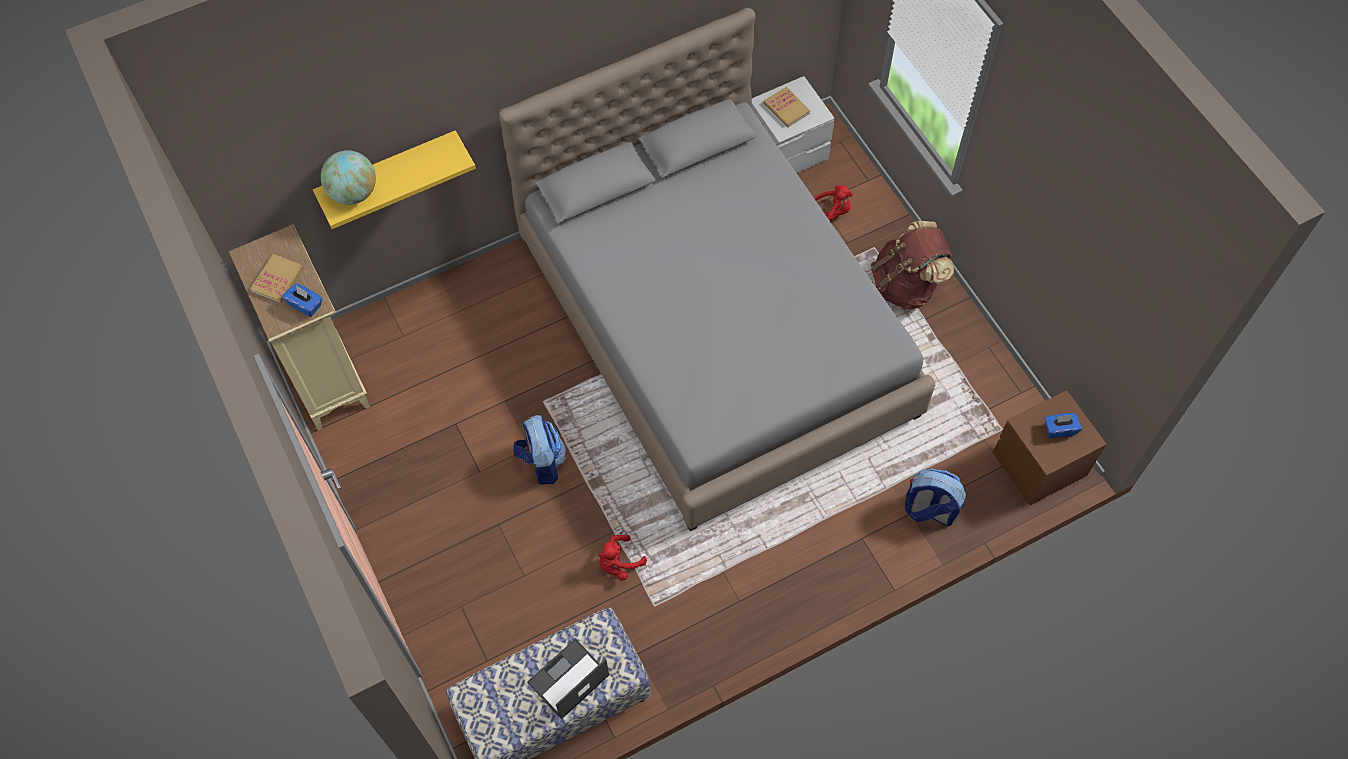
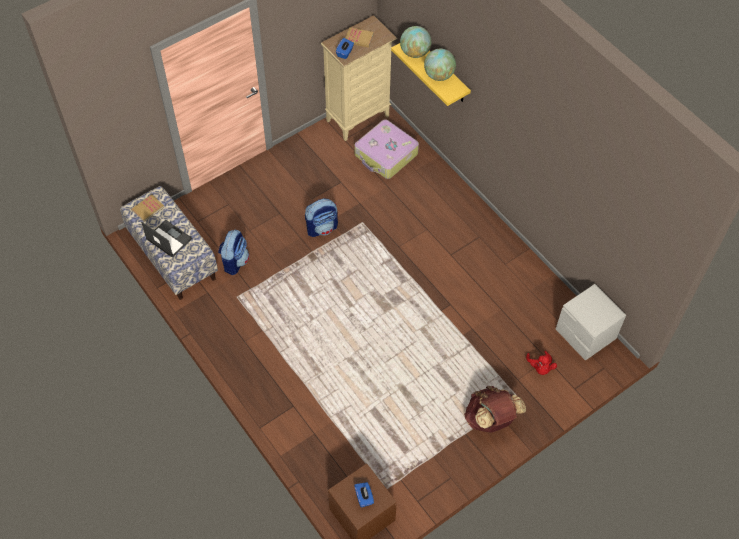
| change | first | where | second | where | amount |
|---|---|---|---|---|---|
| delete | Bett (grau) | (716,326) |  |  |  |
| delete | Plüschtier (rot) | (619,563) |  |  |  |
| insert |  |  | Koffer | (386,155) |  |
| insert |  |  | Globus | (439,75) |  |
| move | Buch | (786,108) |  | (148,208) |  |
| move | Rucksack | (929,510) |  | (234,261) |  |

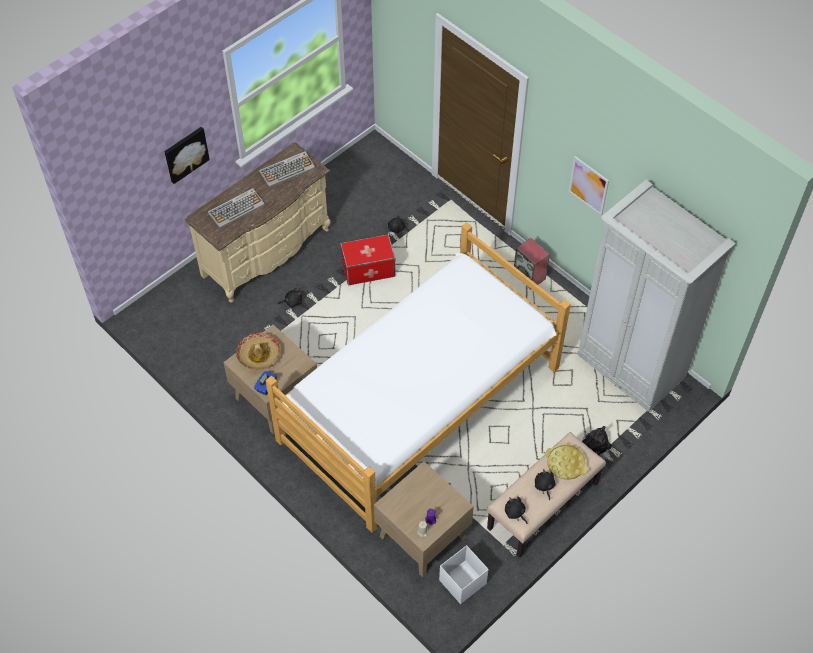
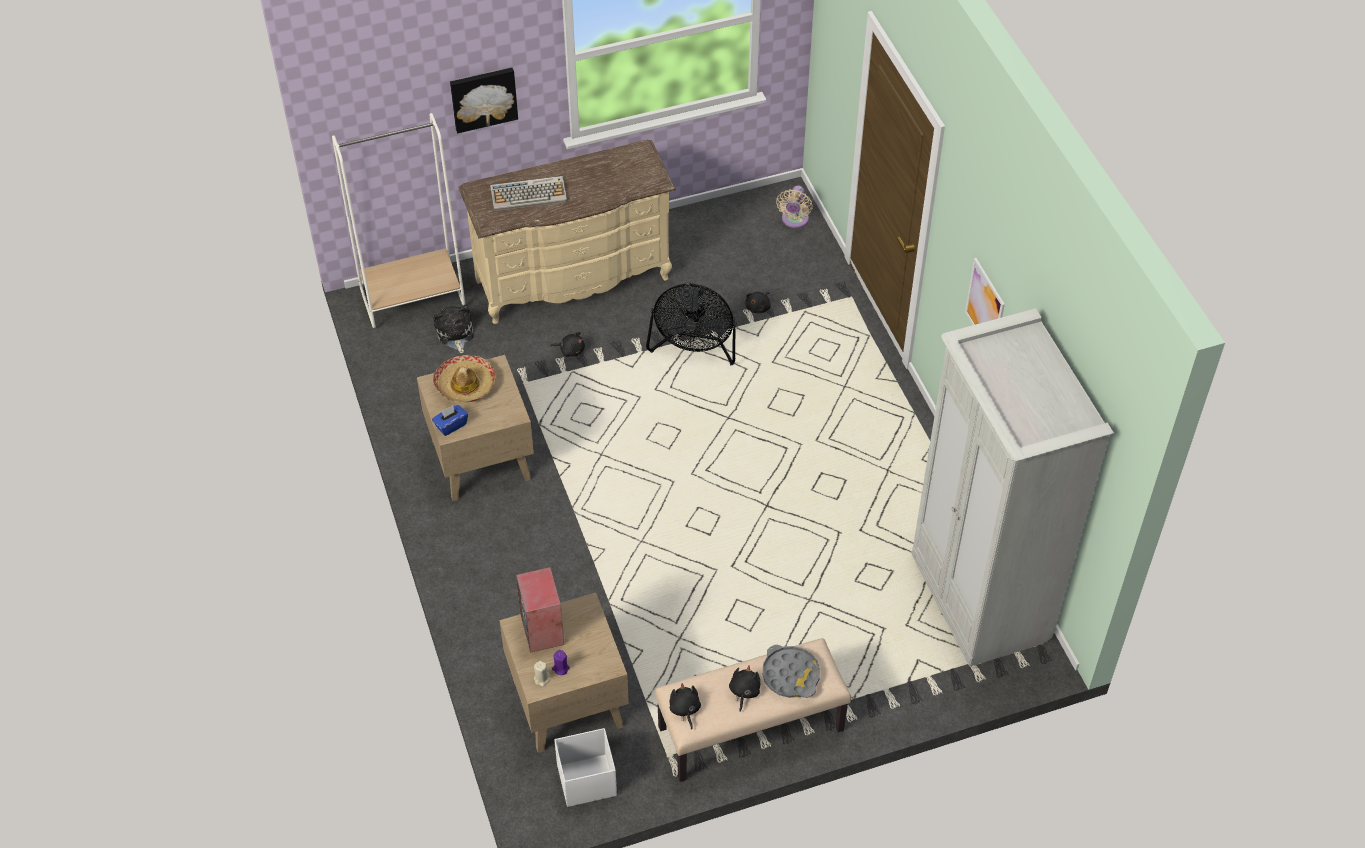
| change | first | where | second | where | amount |
|---|---|---|---|---|---|
| delete | Tastatur | (287,169) |  |  |  |
| delete | Bett | (419,403) |  |  |  |
| insert |  |  | Kleiderständer | (413,298) |  |
| insert |  |  | Ventilator (beige) | (794,221) |  |
| move | Lautsprecher | (530,276) |  | (543,630) |  |
| move | Plüschtier | (596,447) |  | (454,334) |  |
| replace | Aufbewahrungsbox | (368,269) | Ventilator (schwarz) | (691,345) |  |
| recolor | Tablett (gelb) | (566,463) | Tablett (grau) | (790,675) |  |

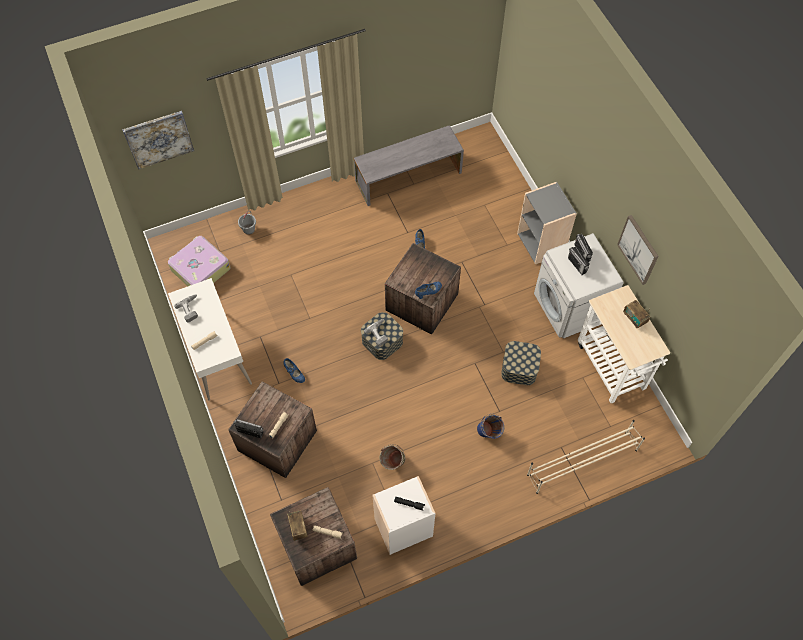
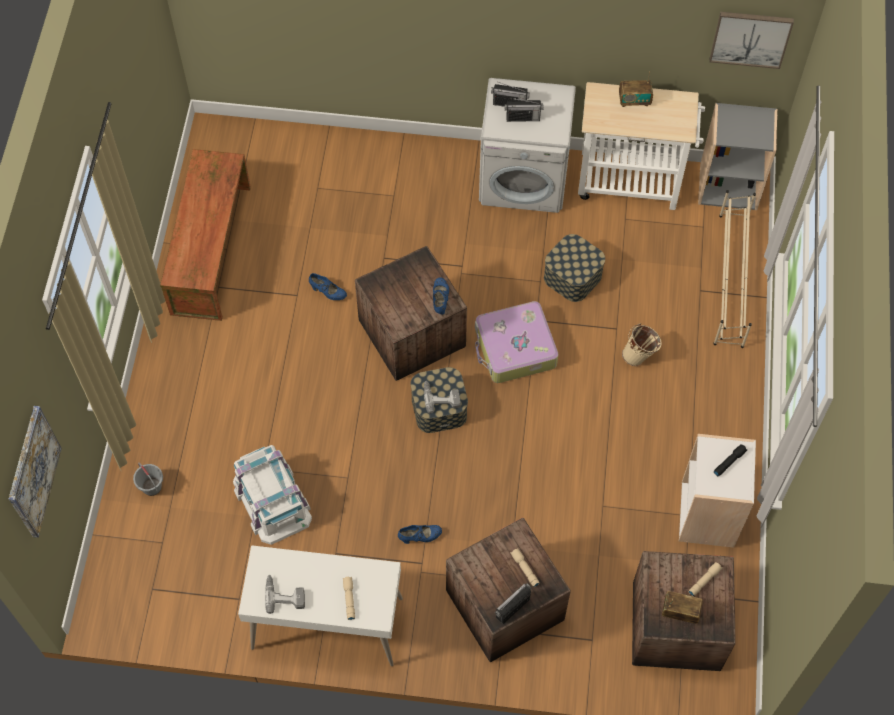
| change | first | where | second | where | amount |
|---|---|---|---|---|---|
| delete | Eimer (grün) | (392,464) |  |  |  |
| insert |  |  | Aufbewahrungsbox (weiß) | (273,500) |  |
| move | Koffer | (200,269) |  | (514,349) |  |
| move | Bücherregal (grau) | (541,243) |  | (729,186) |  |
| move | Bild | (638,249) |  | (750,38) |  |
| recolor | Bank (grau) | (408,176) | Bank (braun) | (210,248) |  |
| recolor | Eimer (blau) | (489,434) | Eimer (beige) | (639,356) |  |

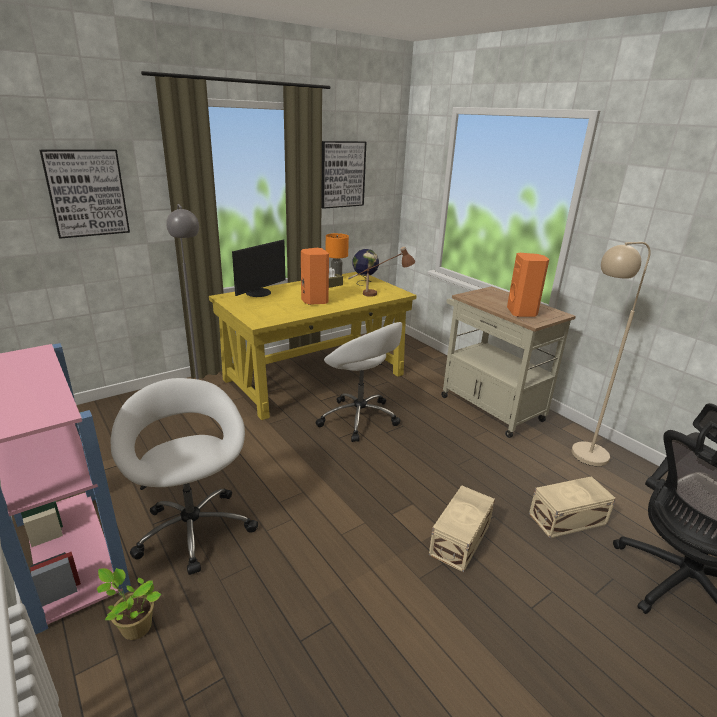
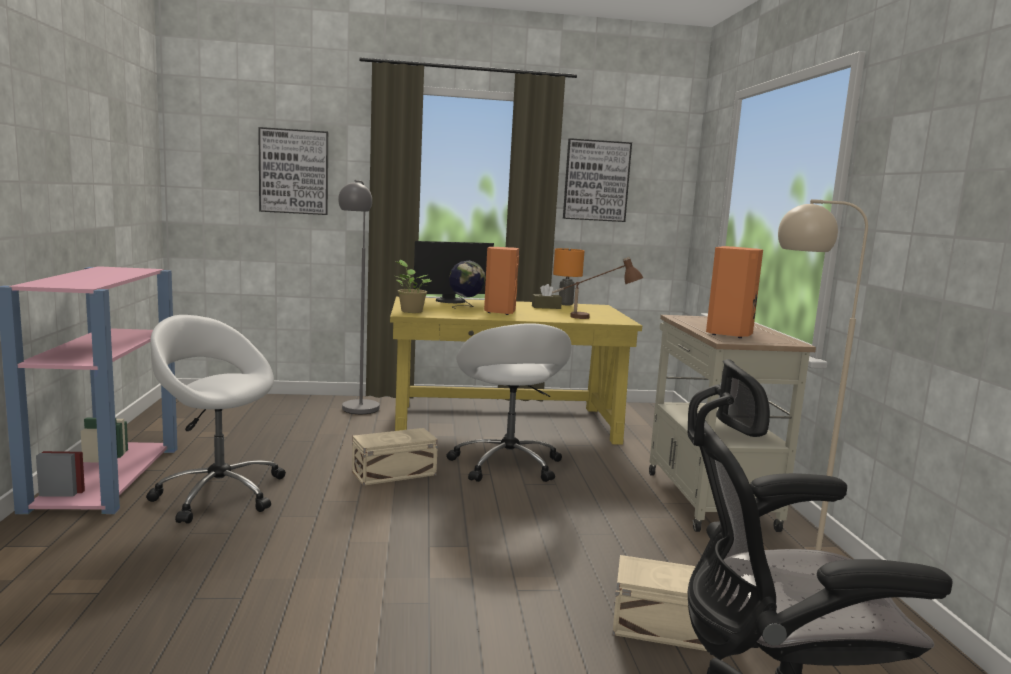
| change | first | where | second | where | amount |
|---|---|---|---|---|---|
| move | Topfpflanze | (134,626) |  | (410,311) |  |
| move | Globus | (364,282) |  | (466,307) |  |
| move | Aufbewahrungsbox (beige) | (461,539) |  | (395,473) |  |
| rotate | Bürostuhl (weiß) | (194,529) |  | (218,494) | 75 degrees counterclockwise |

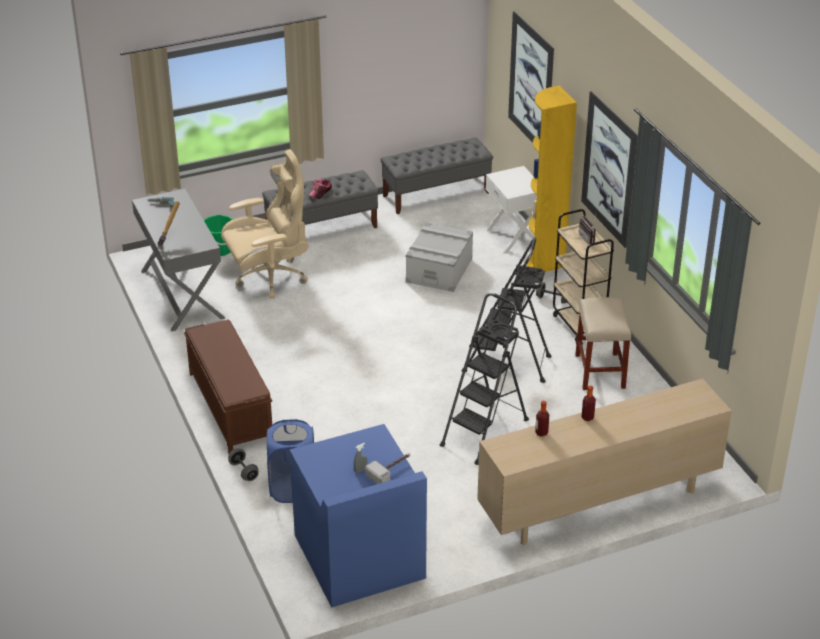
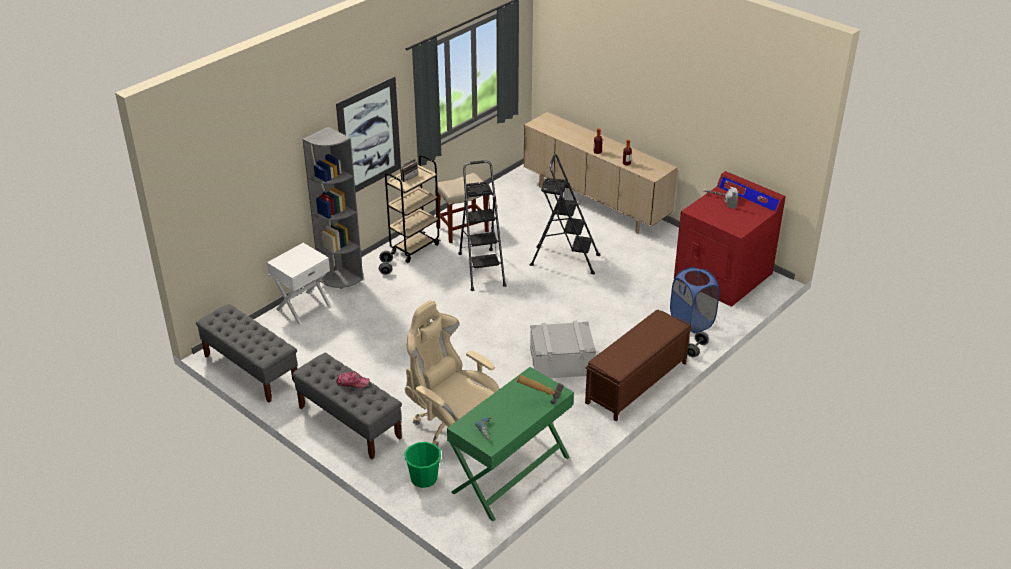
| change | first | where | second | where | amount |
|---|---|---|---|---|---|
| delete | Bild | (530,84) |  |  |  |
| move | Aufbewahrungsbox (grau) | (439,270) |  | (561,361) |  |
| recolor | Schreibtisch (grau) | (181,294) | Schreibtisch (grün) | (511,474) |  |
| recolor | Waschmaschine (blau) | (358,556) | Waschmaschine (rot) | (723,276) |  |
| recolor | Bücherregal (gelb) | (542,266) | Bücherregal (grau) | (341,283) |  |

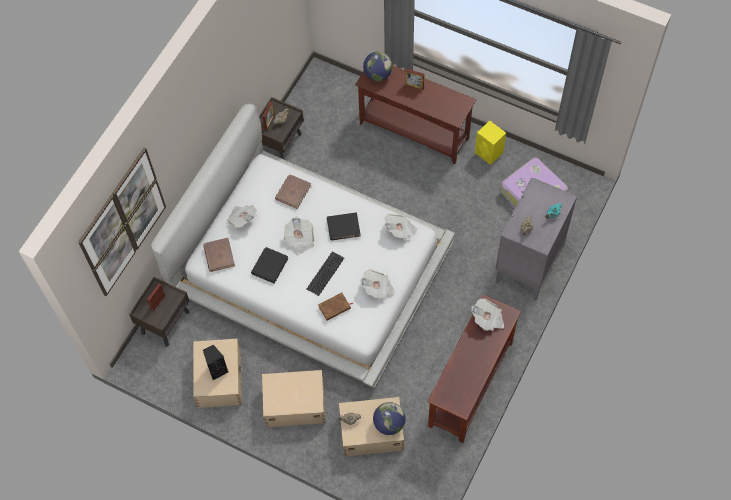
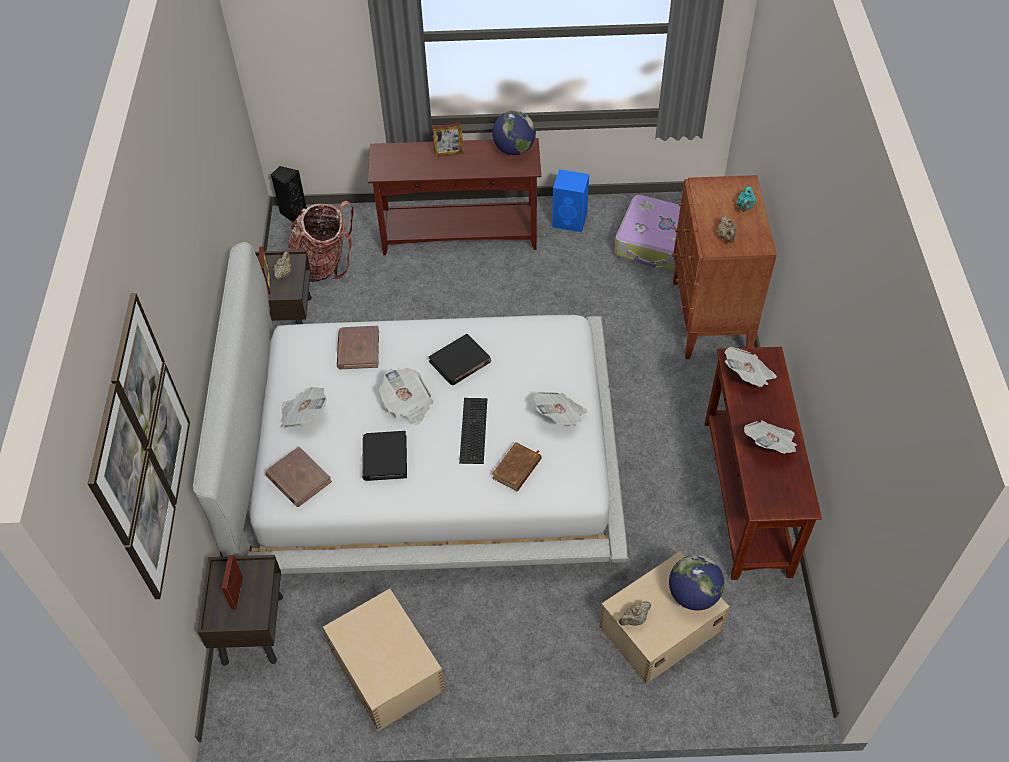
| change | first | where | second | where | amount |
|---|---|---|---|---|---|
| delete | Aufbewahrungsbox (beige) | (294,403) |  |  |  |
| insert |  |  | Rucksack | (323,264) |  |
| move | Lautsprecher (schwarz) | (217,370) |  | (293,213) |  |
| move | Globus | (377,75) |  | (514,149) |  |
| move | Zeitung | (400,230) |  | (770,445) |  |
| recolor | Lautsprecher (gelb) | (489,153) | Lautsprecher (blau) | (570,220) |  |
| recolor | Kommode (grau) | (528,263) | Kommode (braun) | (708,319) |  |

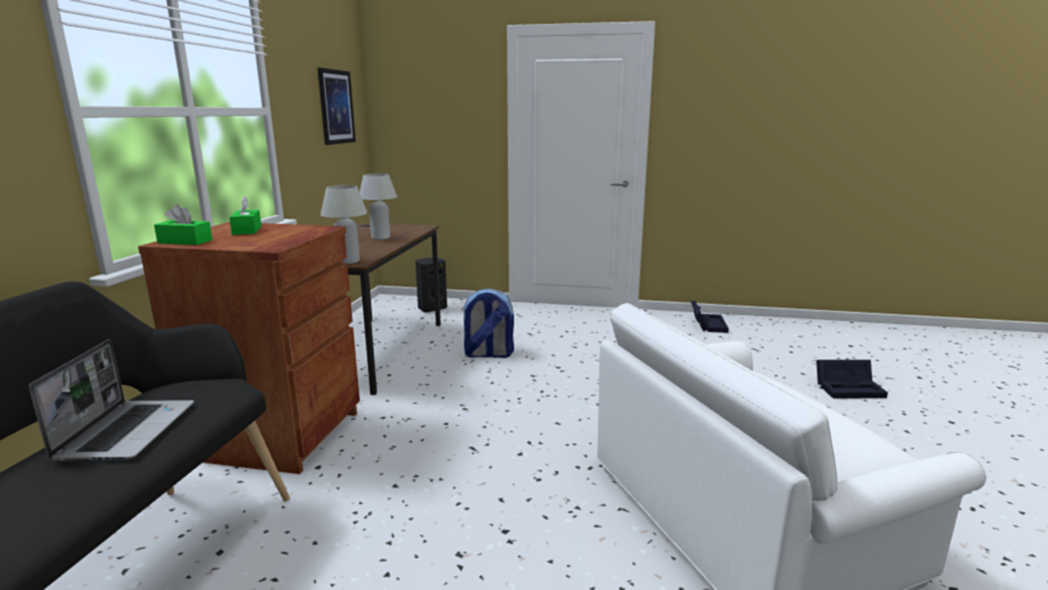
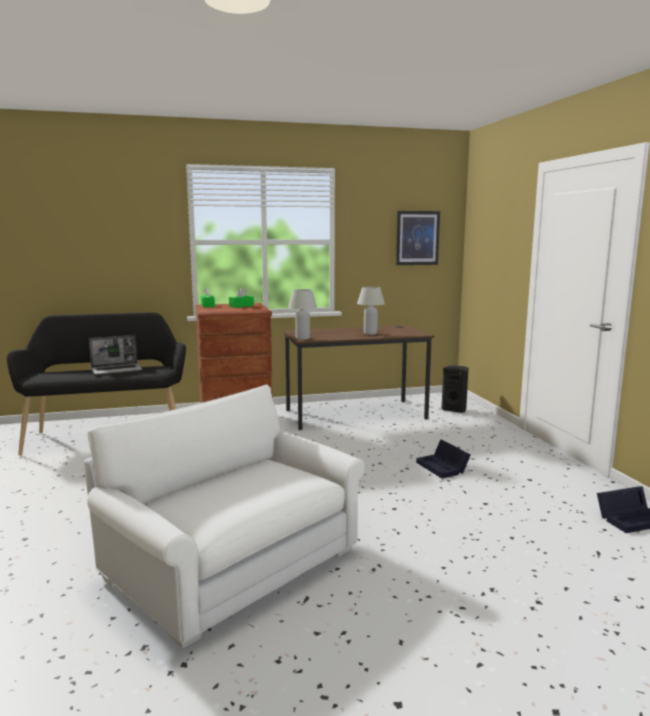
| change | first | where | second | where | amount |
|---|---|---|---|---|---|
| delete | Rucksack | (488,354) |  |  |  |
| move | Aufbewahrungsbox (schwarz) | (850,388) |  | (443,468) |  |

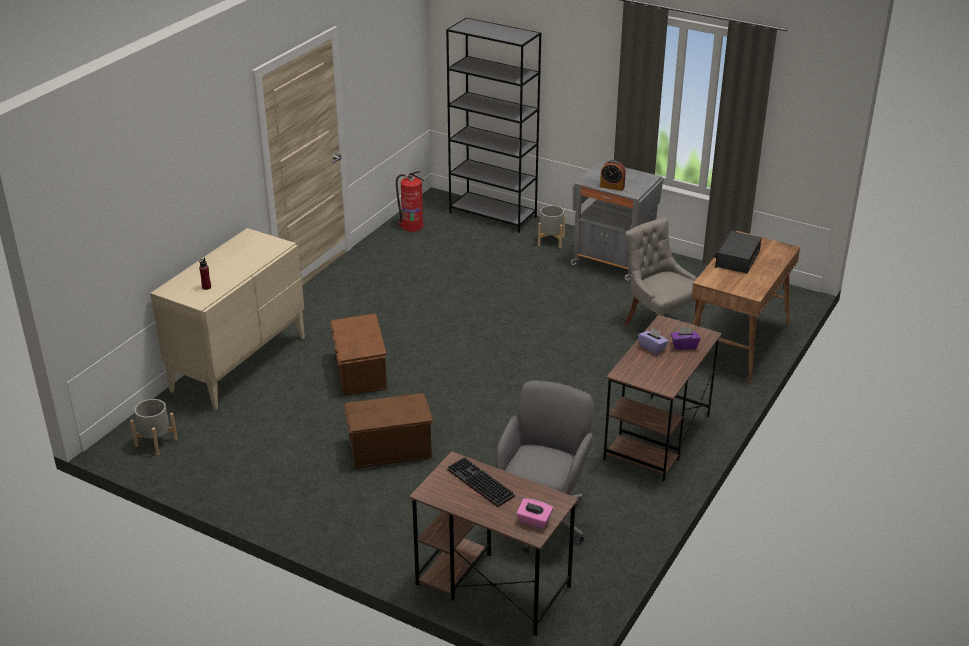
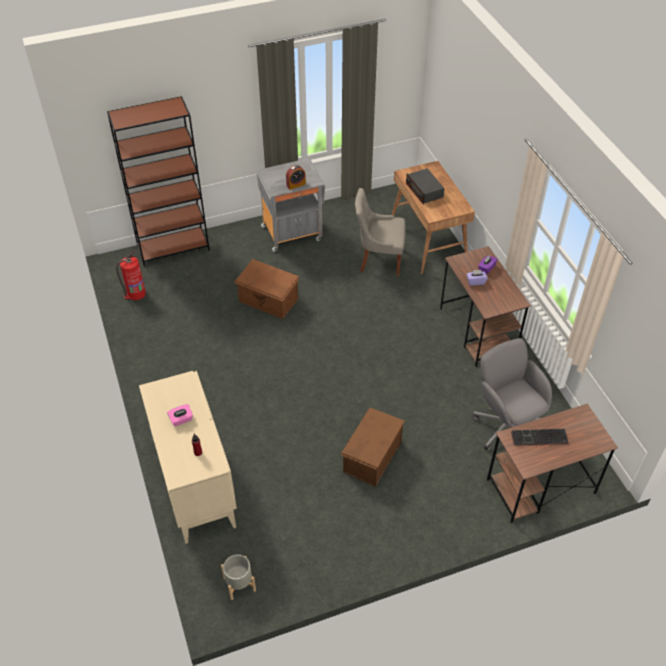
| change | first | where | second | where | amount |
|---|---|---|---|---|---|
| delete | Pflanzkübel (grau) | (551,241) |  |  |  |
| move | Aufbewahrungsbox (braun) | (359,372) |  | (268,301) |  |
| move | Taschentuchbox (rosa) | (534,521) |  | (181,419) |  |
| recolor | Bücherregal (grau) | (493,215) | Bücherregal (braun) | (173,248) |  |

